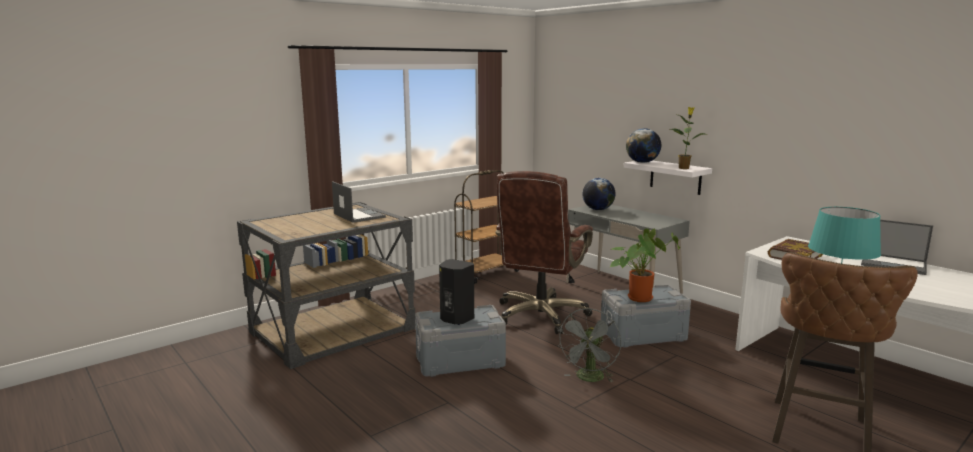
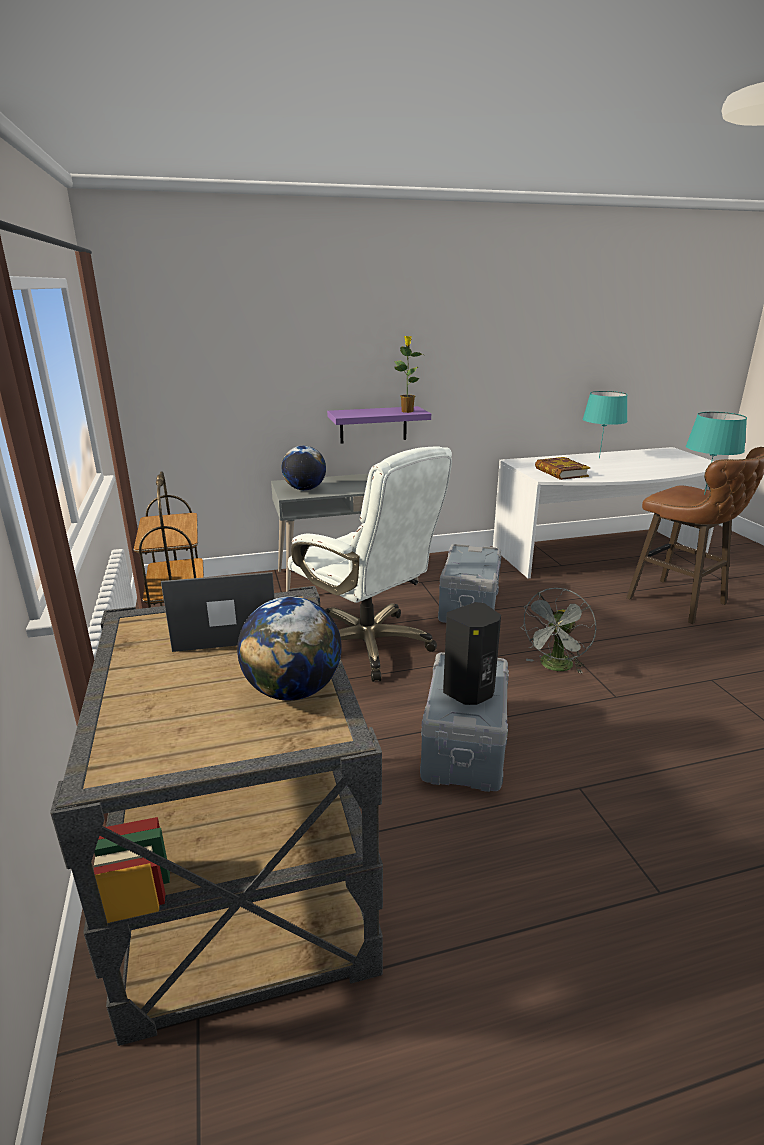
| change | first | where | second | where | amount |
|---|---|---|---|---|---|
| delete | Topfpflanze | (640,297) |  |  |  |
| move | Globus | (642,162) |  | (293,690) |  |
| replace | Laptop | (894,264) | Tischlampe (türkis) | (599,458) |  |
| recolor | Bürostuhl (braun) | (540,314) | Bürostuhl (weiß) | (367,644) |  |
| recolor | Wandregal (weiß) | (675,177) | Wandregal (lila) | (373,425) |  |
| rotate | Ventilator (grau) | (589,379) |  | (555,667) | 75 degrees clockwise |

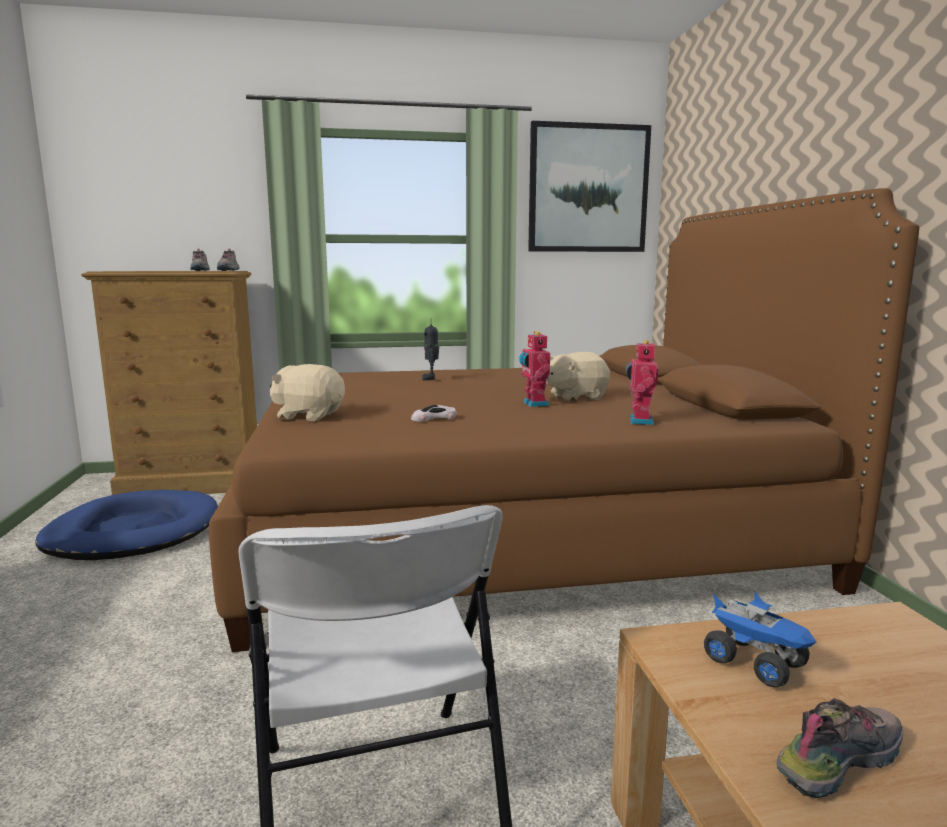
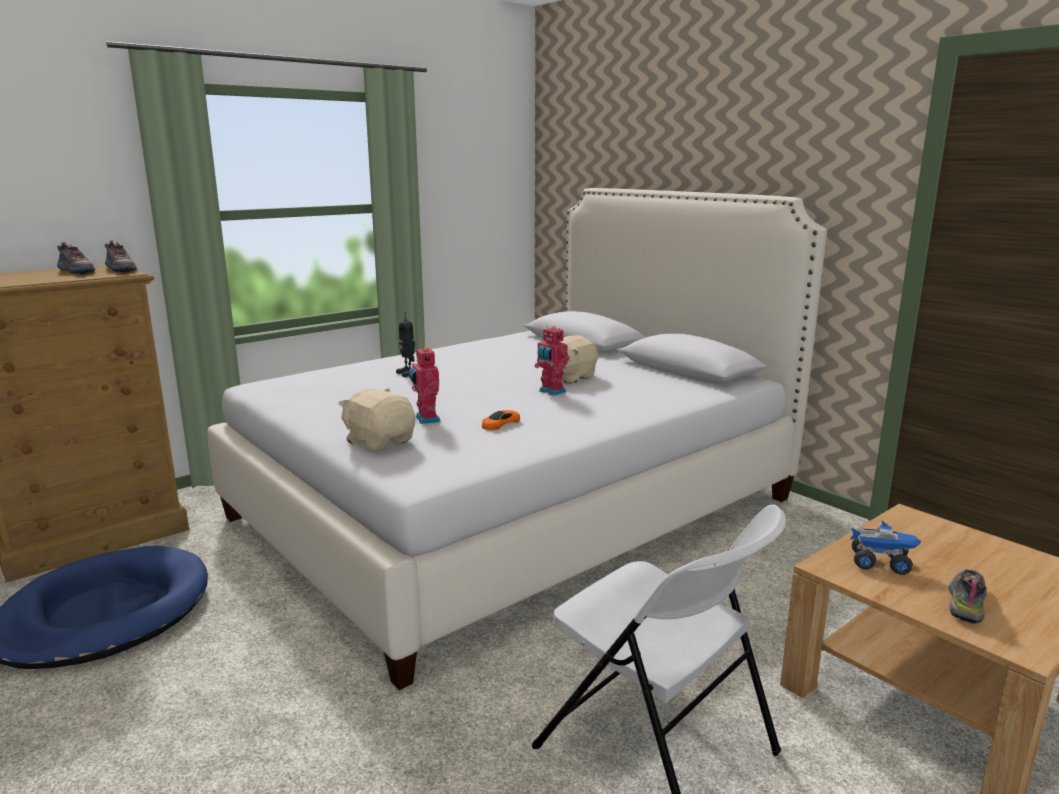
| change | first | where | second | where | amount |
|---|---|---|---|---|---|
| delete | Bild | (588,189) |  |  |  |
| move | Spielzeugroboter | (639,421) |  | (426,419) |  |
| recolor | Bett (braun) | (518,531) | Bett (weiß) | (516,507) |  |
| recolor | Spielzeugauto (weiß) | (434,418) | Spielzeugauto (orange) | (500,424) |  |
| rotate | Plüschtier (beige) | (309,416) |  | (380,442) | 60 degrees clockwise |

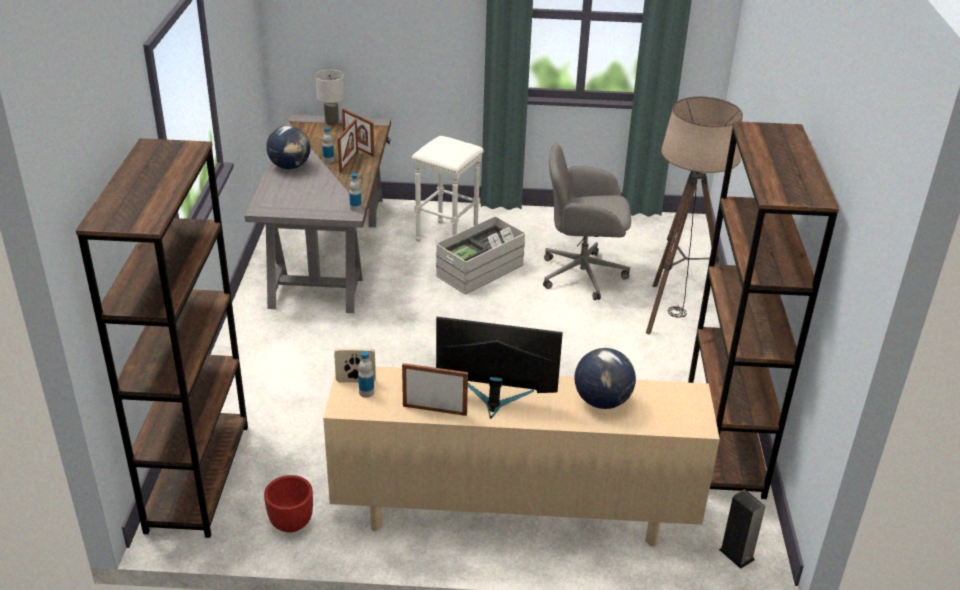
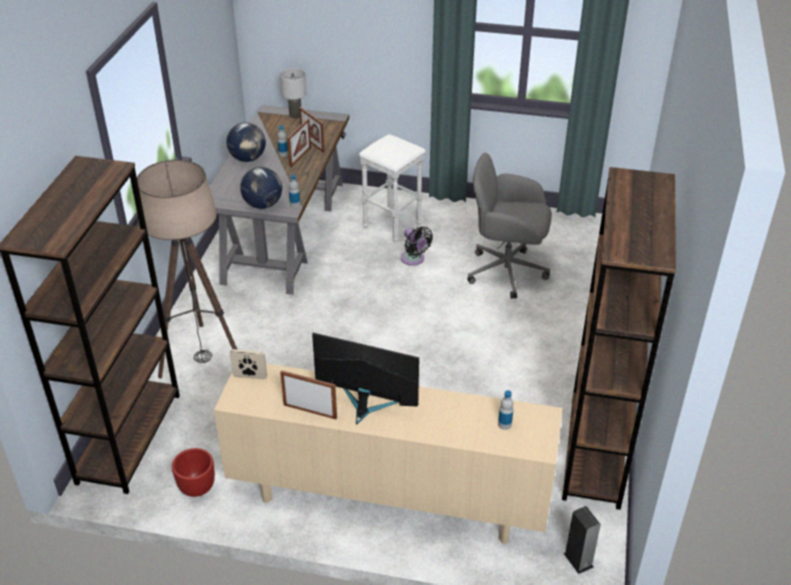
| change | first | where | second | where | amount |
|---|---|---|---|---|---|
| move | Flasche | (366,392) |  | (504,424) |  |
| move | Globus | (602,401) |  | (263,205) |  |
| move | Stehlampe | (675,312) |  | (201,356) |  |
| replace | Aufbewahrungsbox (grau) | (479,269) | Ventilator (schwarz) | (414,259) |  |

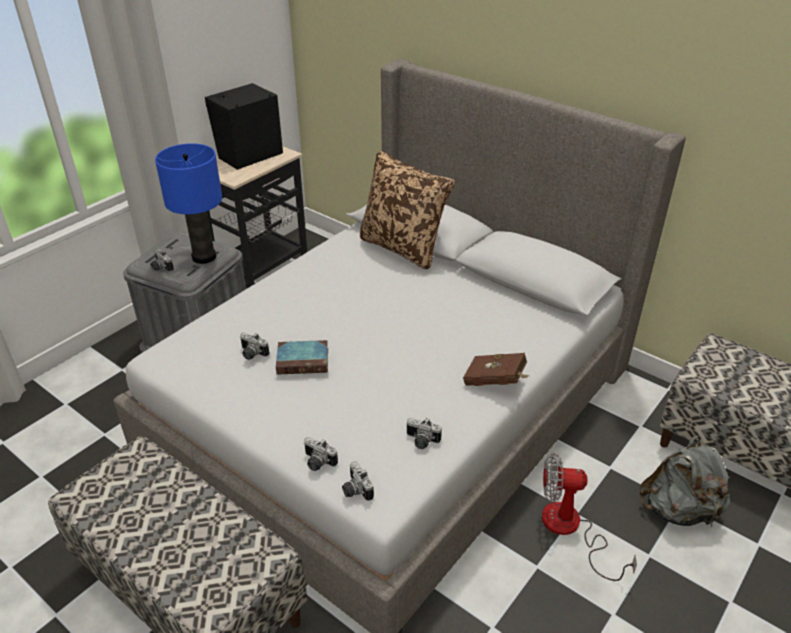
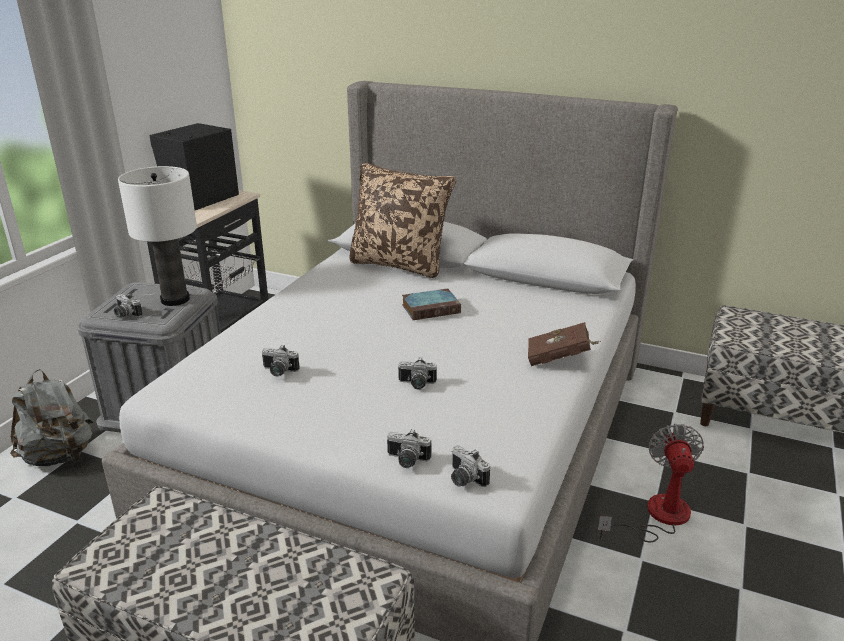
| change | first | where | second | where | amount |
|---|---|---|---|---|---|
| move | Buch | (304,361) |  | (432,308) |  |
| move | Kamera | (421,441) |  | (416,384) |  |
| move | Rucksack (grau) | (678,510) |  | (59,456) |  |
| recolor | Tischlampe (blau) | (204,257) | Tischlampe (weiß) | (175,299) |  |
| rotate | Ventilator | (570,529) |  | (657,516) | 105 degrees clockwise |

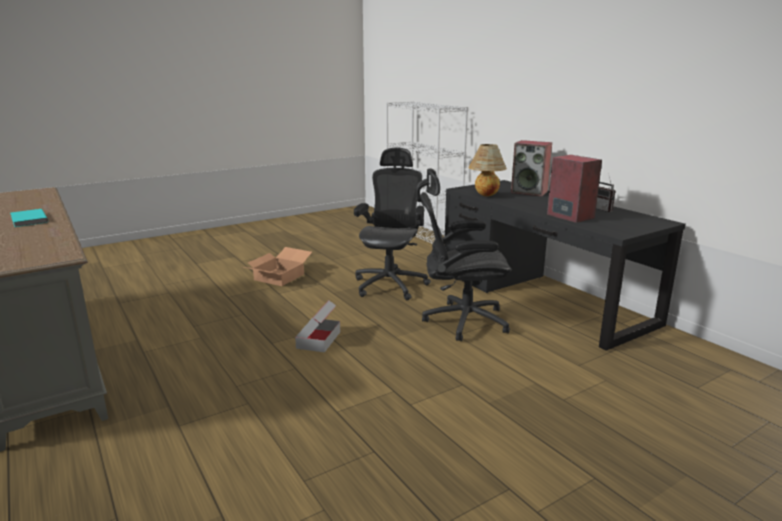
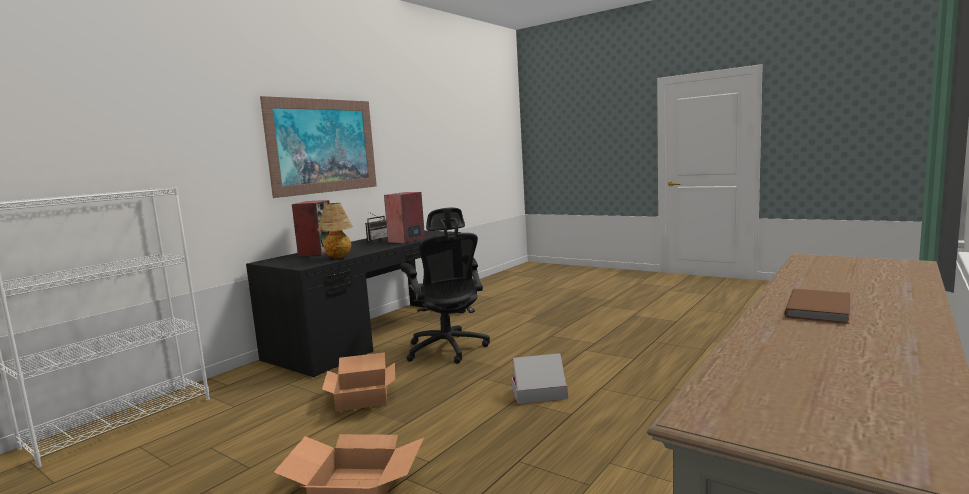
| change | first | where | second | where | amount |
|---|---|---|---|---|---|
| insert |  |  | Bild | (323,146) |  |
| replace | Bürostuhl | (391,284) | Karton | (361,397) |  |
| recolor | Buch (türkis) | (28,220) | Buch (braun) | (820,309) |  |

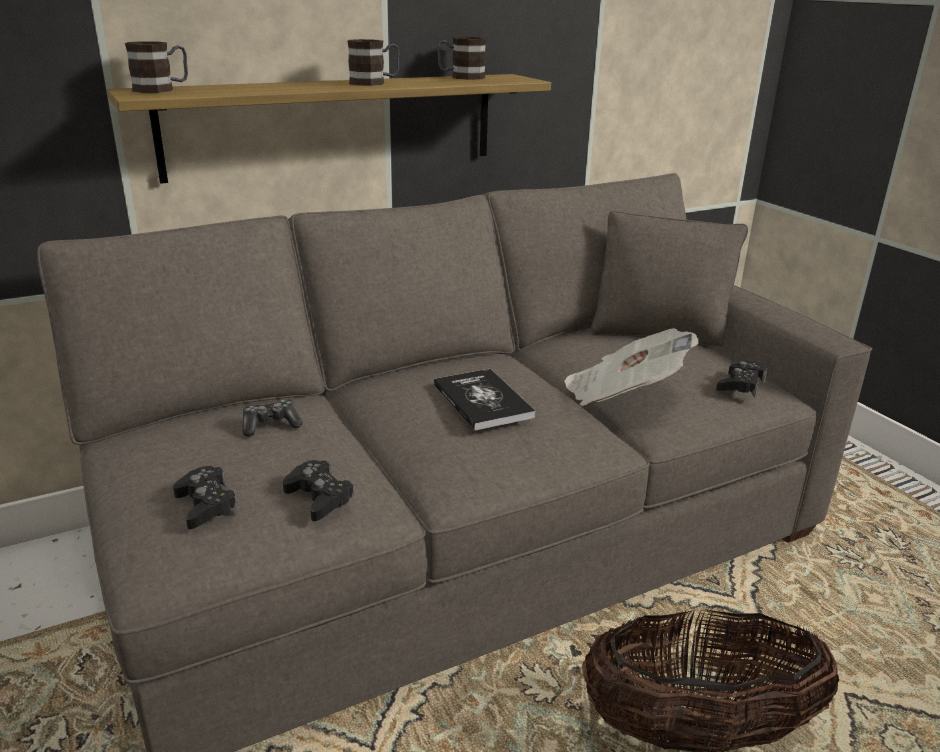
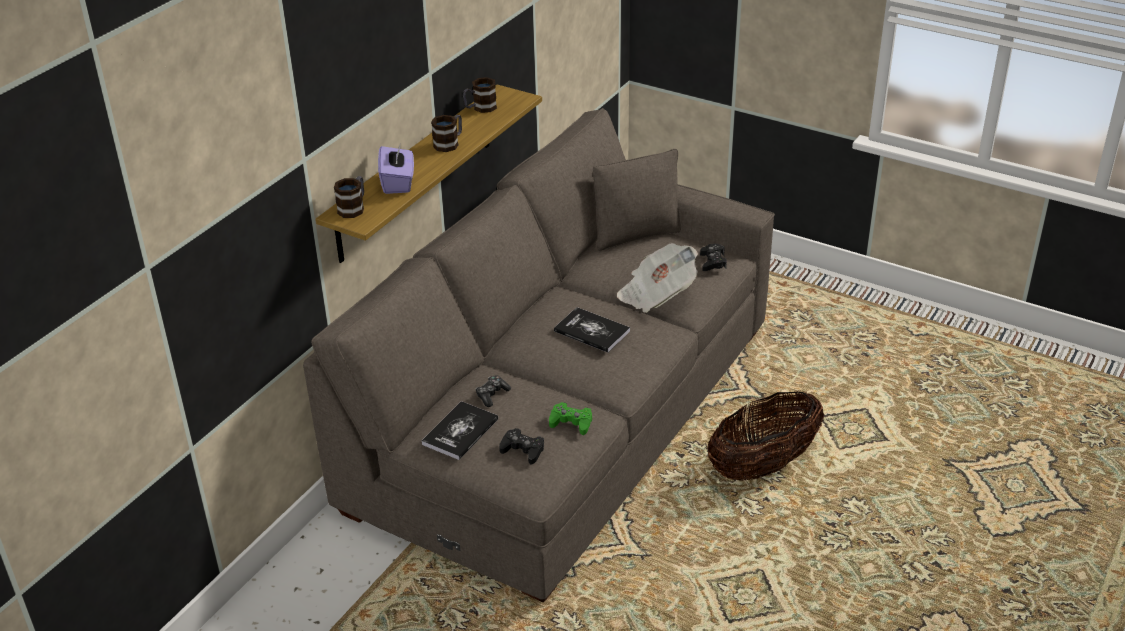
| change | first | where | second | where | amount |
|---|---|---|---|---|---|
| insert |  |  | Taschentuchbox (lila) | (398,183) |  |
| insert |  |  | Buch | (460,432) |  |
| recolor | Gamepad (schwarz) | (319,497) | Gamepad (grün) | (571,422) |  |

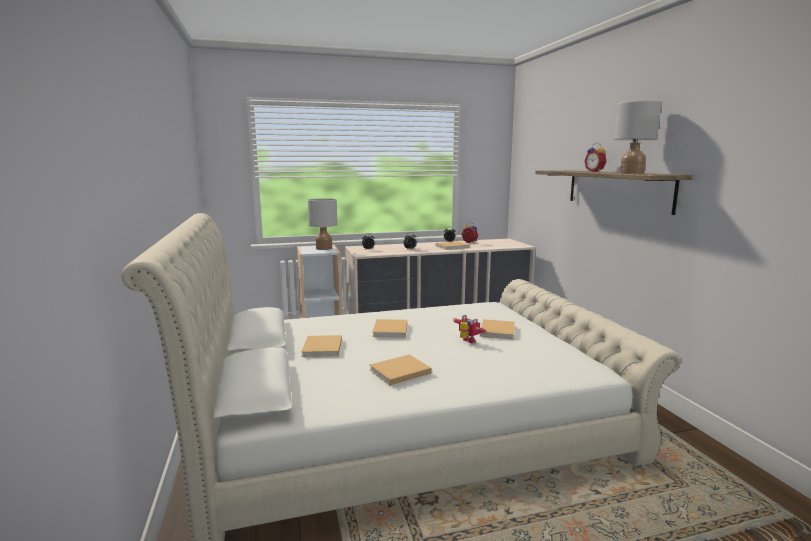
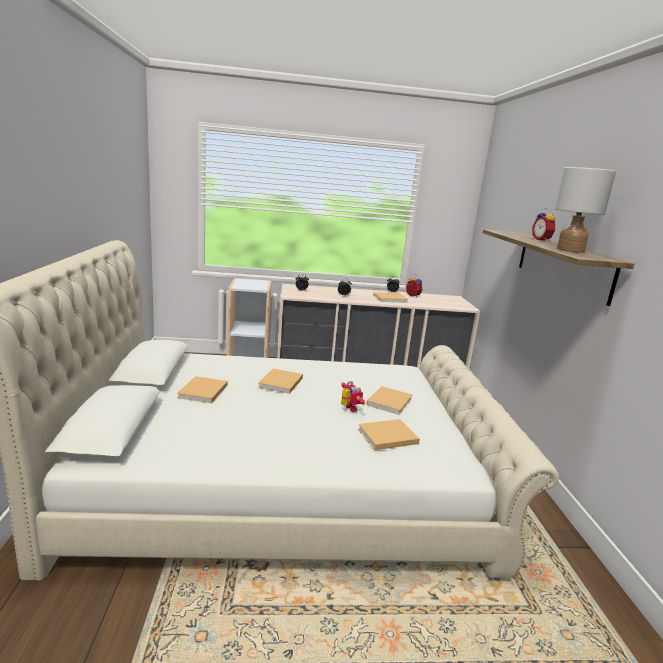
| change | first | where | second | where | amount |
|---|---|---|---|---|---|
| delete | Tischlampe (grau) | (324,248) |  |  |  |
| move | Buch (beige) | (398,372) |  | (386,436) |  |

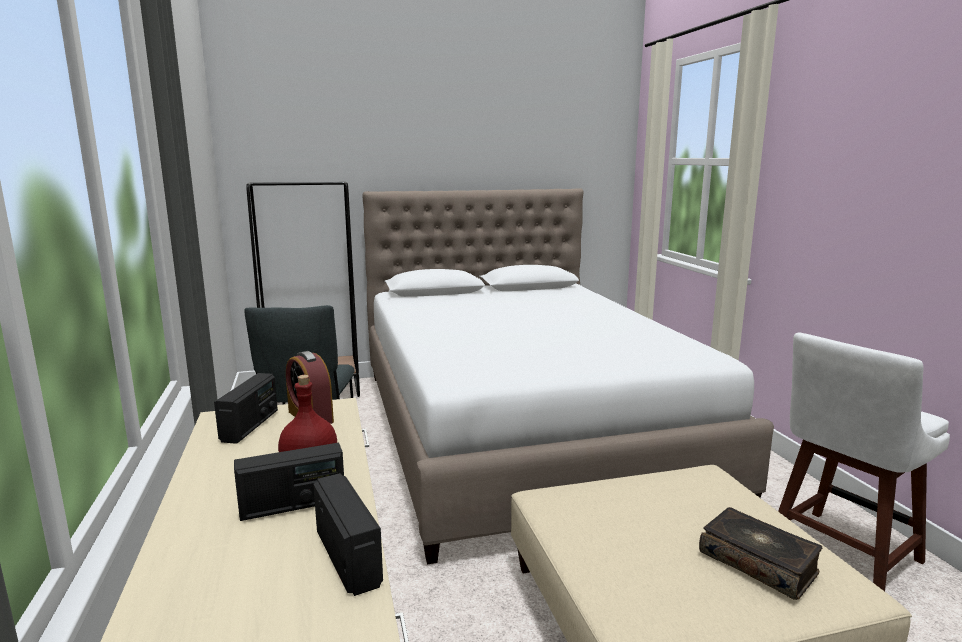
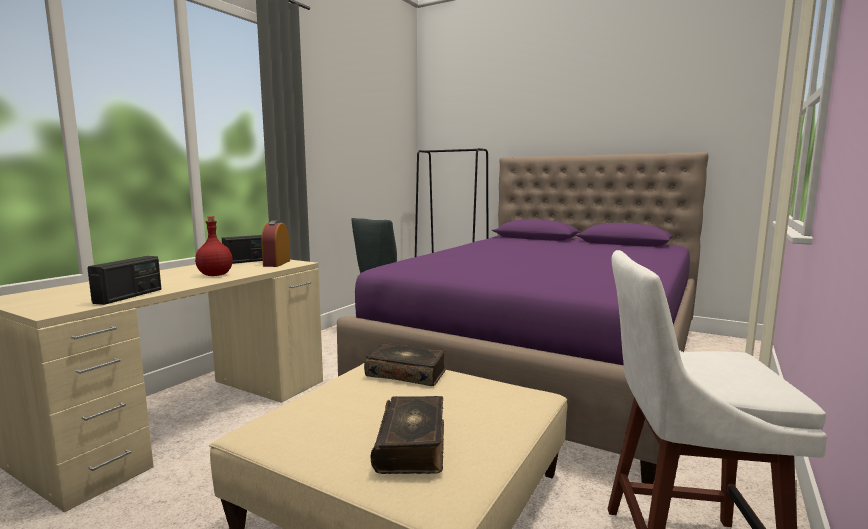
| change | first | where | second | where | amount |
|---|---|---|---|---|---|
| delete | Radio | (293,505) |  |  |  |
| insert |  |  | Buch | (406,373) |  |
| recolor | Bett (weiß) | (522,429) | Bett (lila) | (546,358) |  |

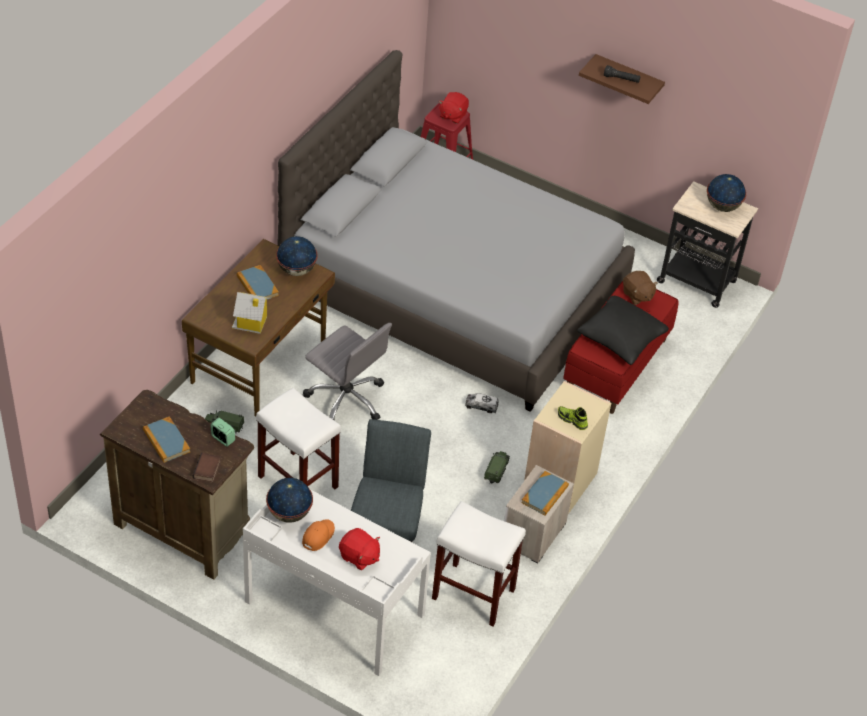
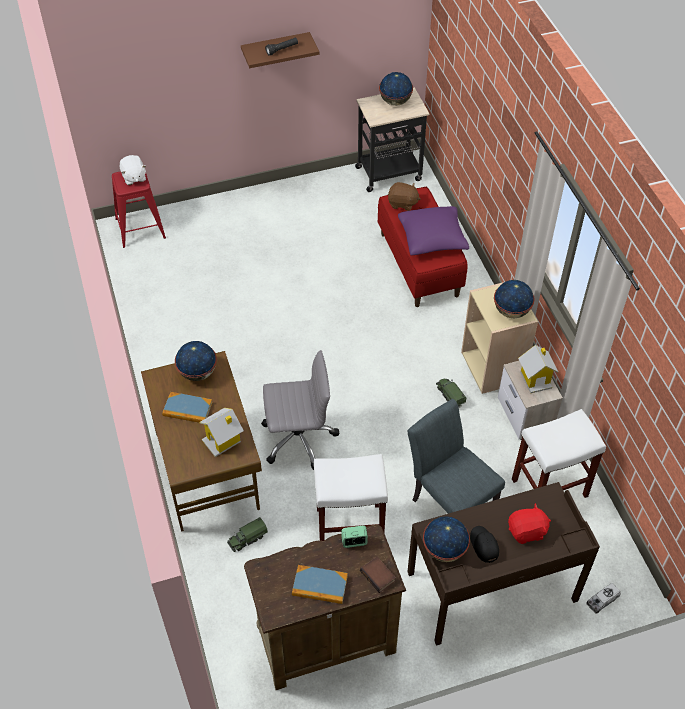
| change | first | where | second | where | amount |
|---|---|---|---|---|---|
| delete | Bett (grau) | (453,289) |  |  |  |
| move | Spielzeuglaster | (481,406) |  | (602,600) |  |
| replace | Buch | (544,494) | Spielzeughaus | (535,378) |  |
| replace | Schuh | (572,420) | Globus | (511,311) |  |
| recolor | Schreibtisch (weiß) | (334,609) | Schreibtisch (braun) | (492,587) |  |
| recolor | Kappe (orange) | (318,536) | Kappe (schwarz) | (484,545) |  |
| recolor | Plüschtier (rot) | (453,115) | Plüschtier (weiß) | (134,177) |  |
| recolor | Kissen (schwarz) | (620,338) | Kissen (lila) | (432,238) |  |

